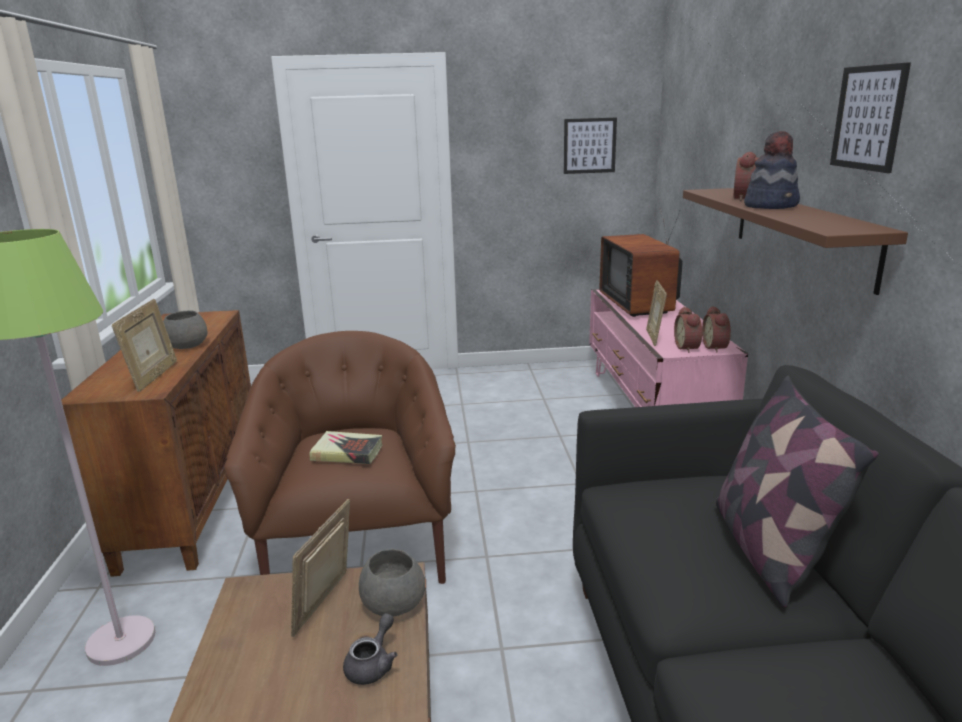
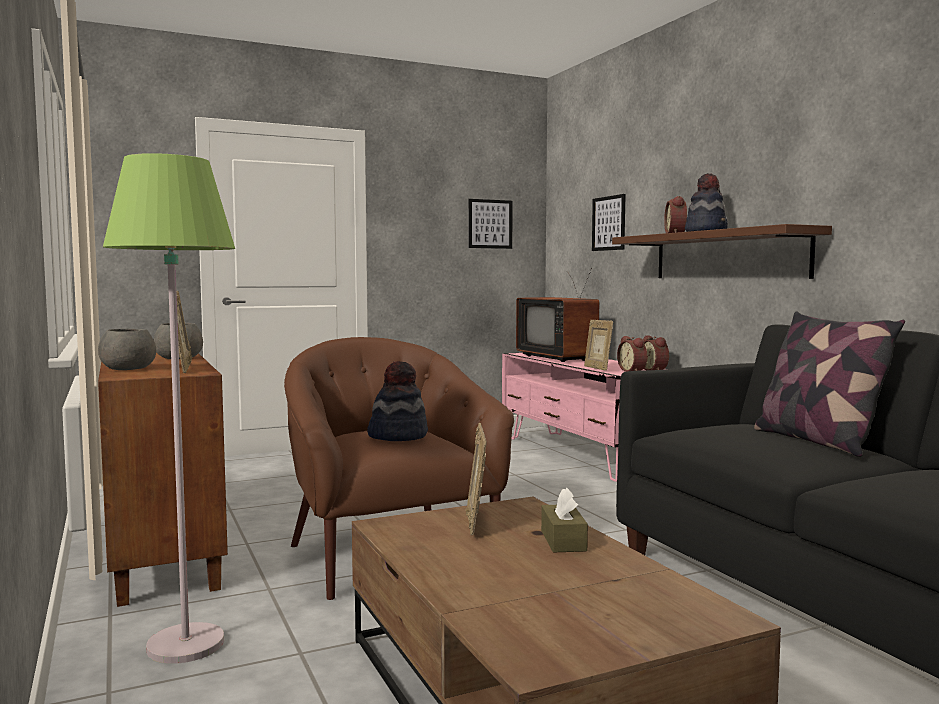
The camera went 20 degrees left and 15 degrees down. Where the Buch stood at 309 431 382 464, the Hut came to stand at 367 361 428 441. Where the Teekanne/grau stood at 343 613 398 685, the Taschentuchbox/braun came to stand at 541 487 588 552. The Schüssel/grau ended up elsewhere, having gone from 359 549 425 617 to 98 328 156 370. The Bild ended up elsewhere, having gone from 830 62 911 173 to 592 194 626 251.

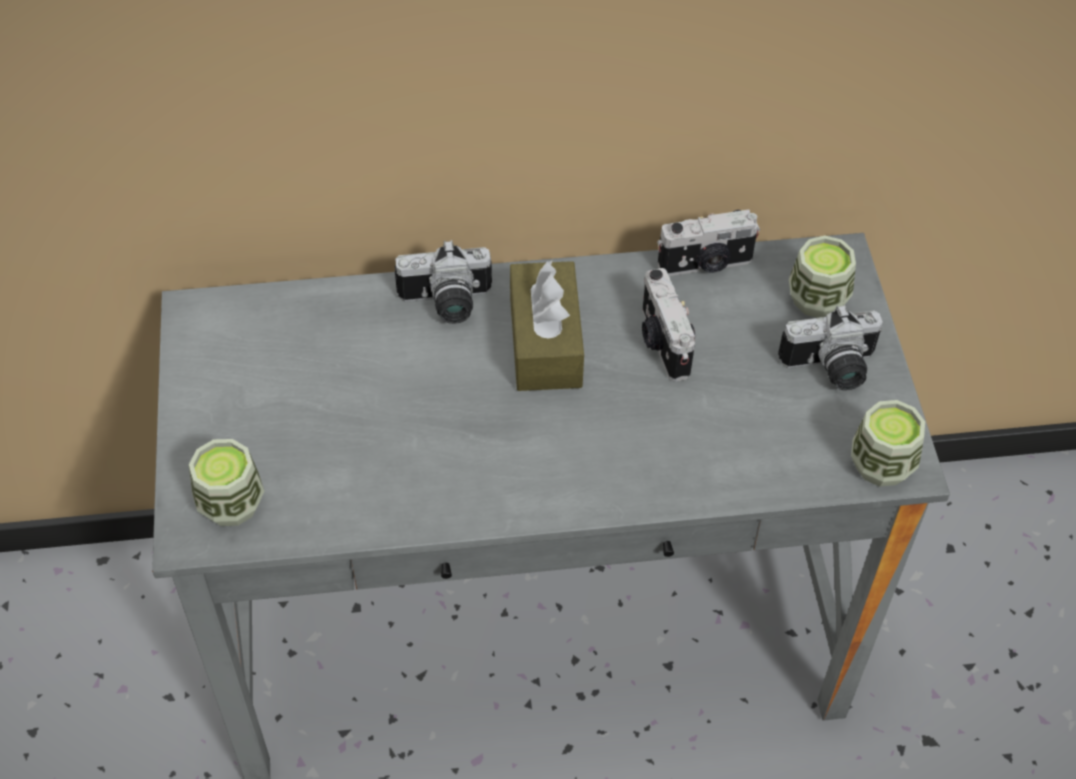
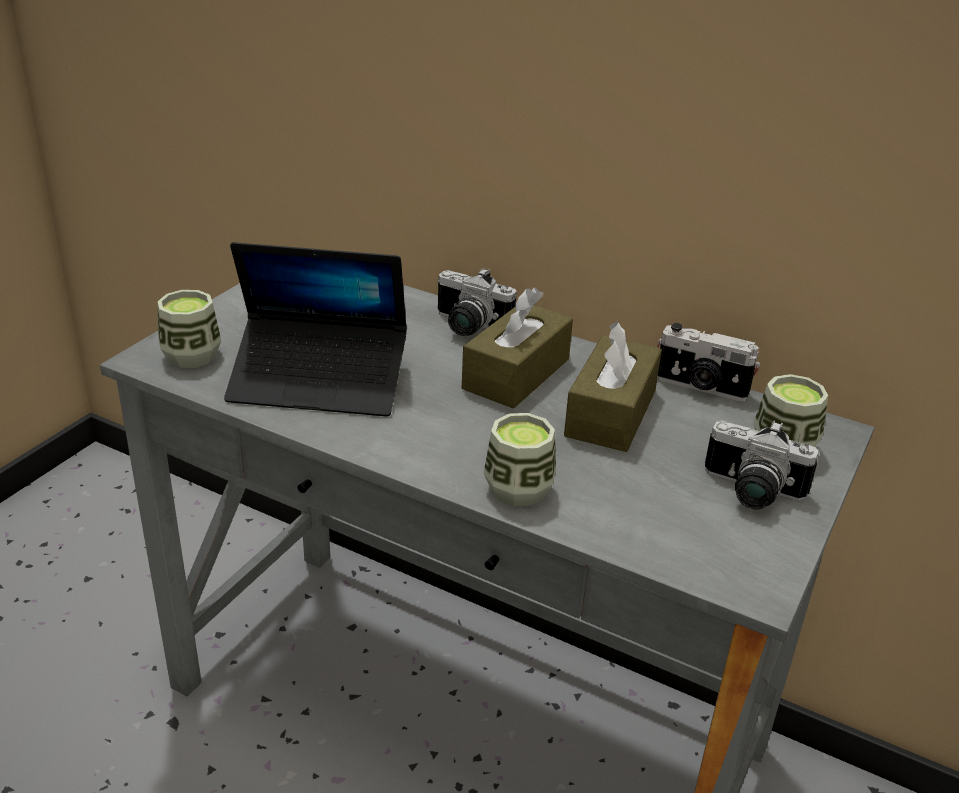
The camera went 35 degrees right and 20 degrees down. Where the Kamera stood at 642 268 695 382, the Taschentuchbox/braun came to stand at 564 321 662 452. The Tasse ended up elsewhere, having gone from 851 400 925 487 to 484 413 556 506. The second view gained the Laptop at 224 242 407 417.

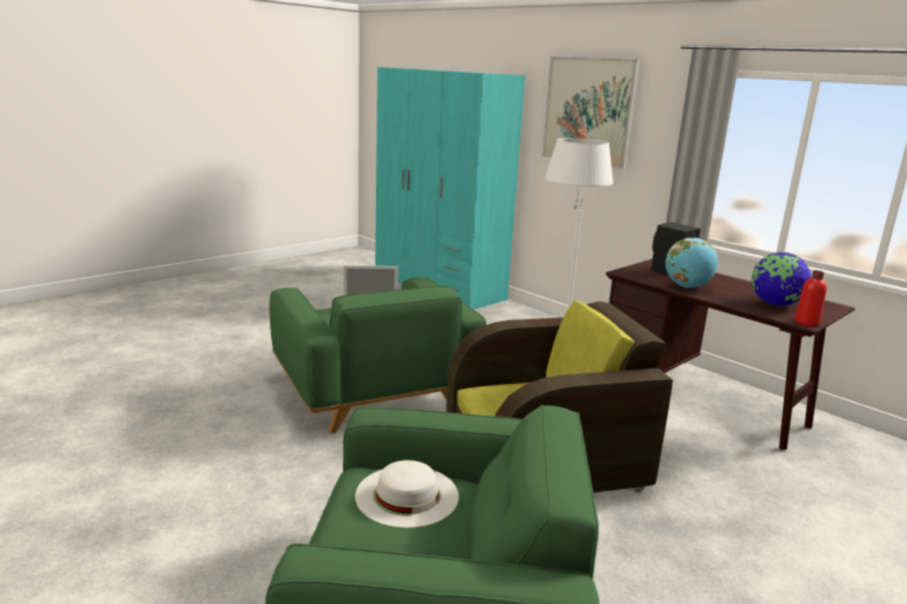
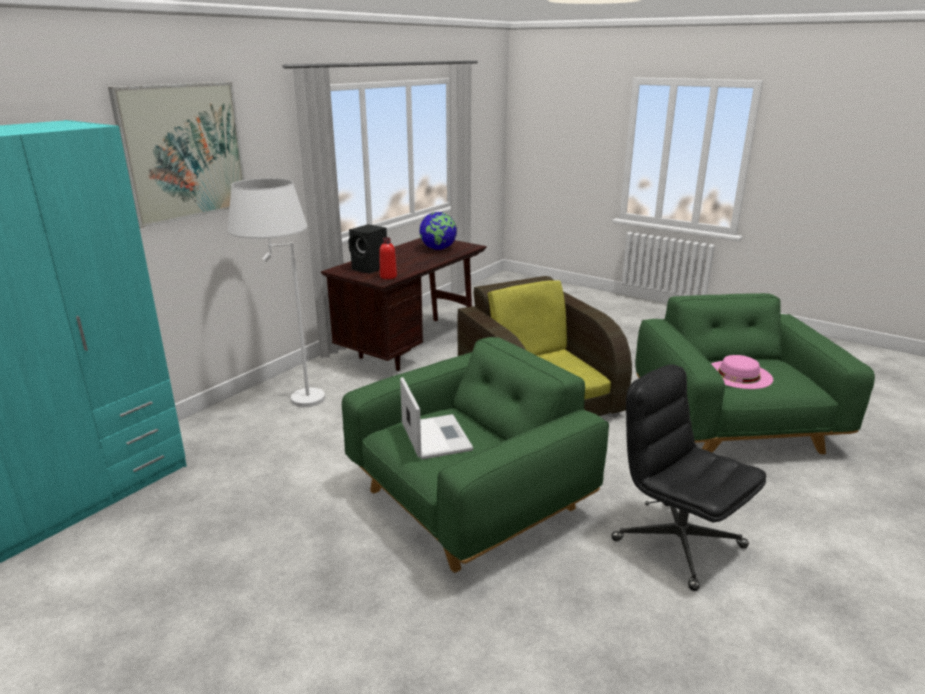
The camera went 100 degrees left and 5 degrees up. What was the Hut/weiß at 355 460 459 528 turned into the Hut/rosa at 711 355 773 389. The second view lost the Globus at 665 238 718 288. The Flasche/rot ended up elsewhere, having gone from 795 270 827 327 to 379 237 397 279. The second view gained the Bürostuhl/schwarz at 611 364 766 591.

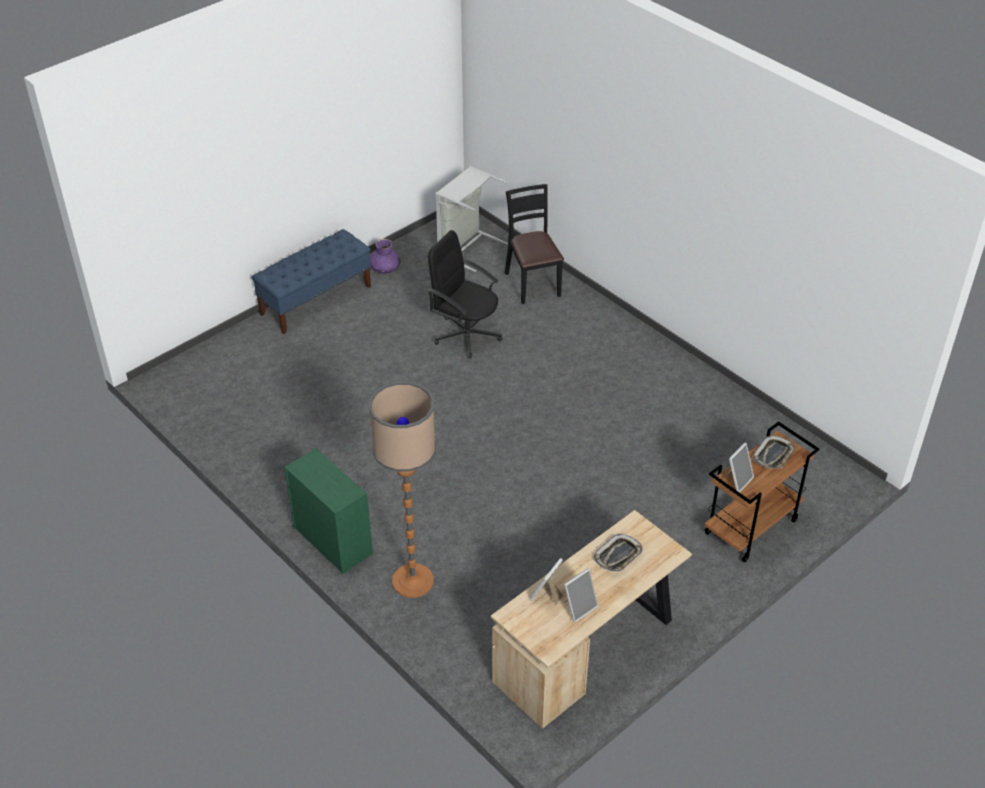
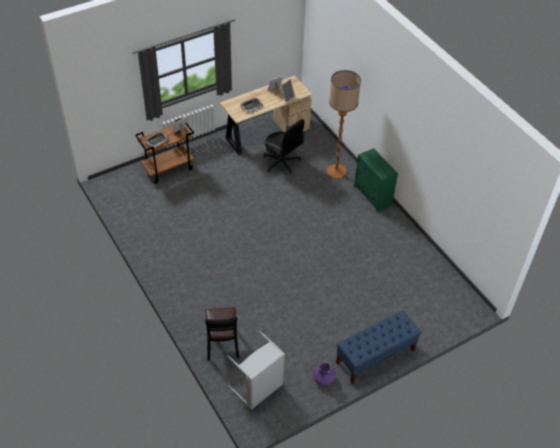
The camera went 170 degrees left and 5 degrees up. The Bürostuhl/schwarz ended up elsewhere, having gone from 427 230 502 359 to 263 119 305 175.

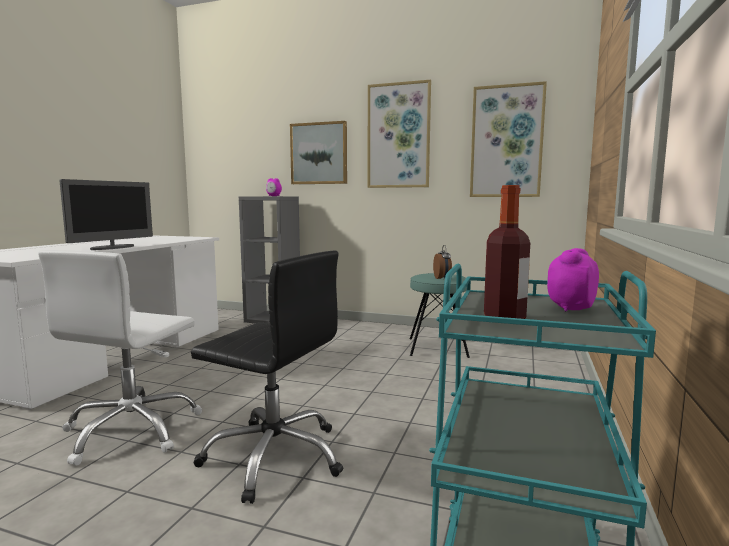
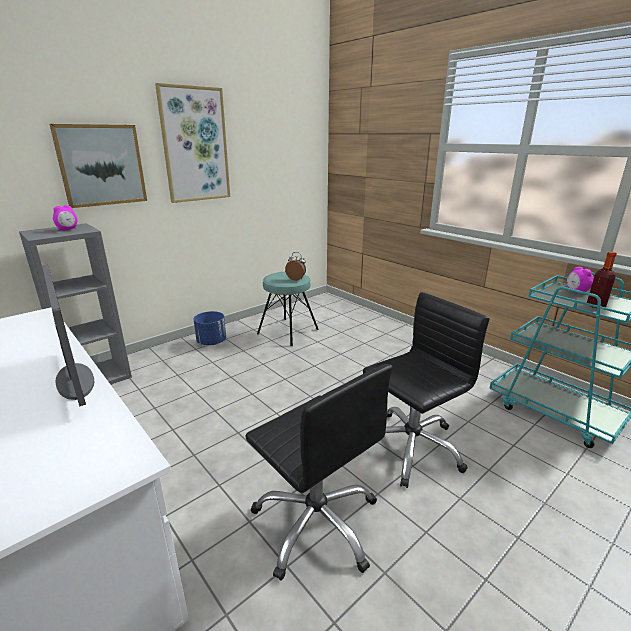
The camera went 60 degrees left and 15 degrees up. What was the Bürostuhl/weiß at 38 250 202 466 turned into the Bürostuhl/schwarz at 245 364 393 581. The second view lost the Bild at 470 81 547 197. The second view gained the Pflanzkübel/blau at 194 311 226 345.

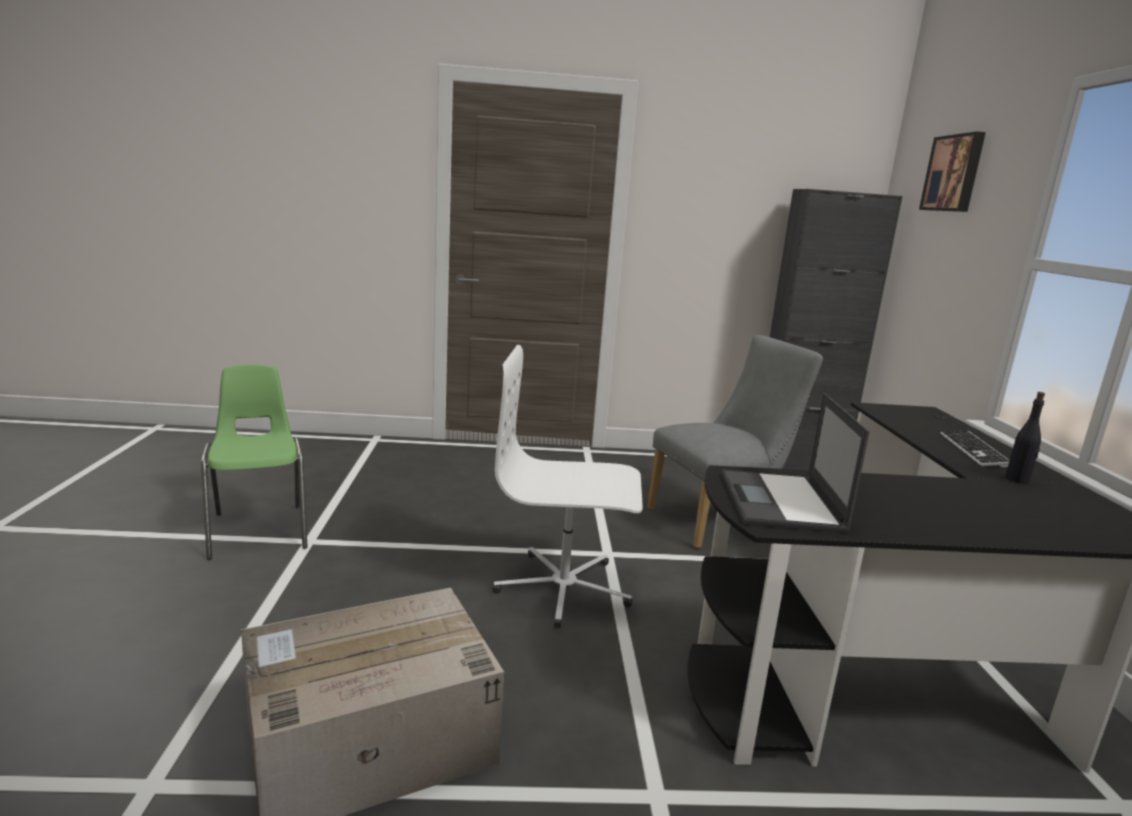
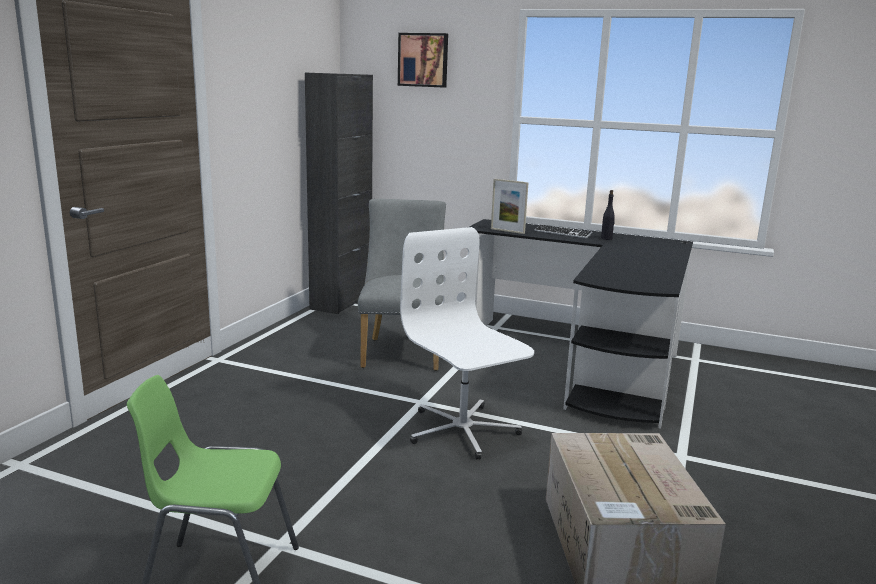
The camera went 65 degrees left and 0 degrees up. The Bürostuhl/weiß at 493 345 643 628 ended up facing another way, 120 degrees clockwise from before. The second view lost the Laptop at 722 393 870 533. The second view gained the Bilderrahmen at 491 179 529 234.

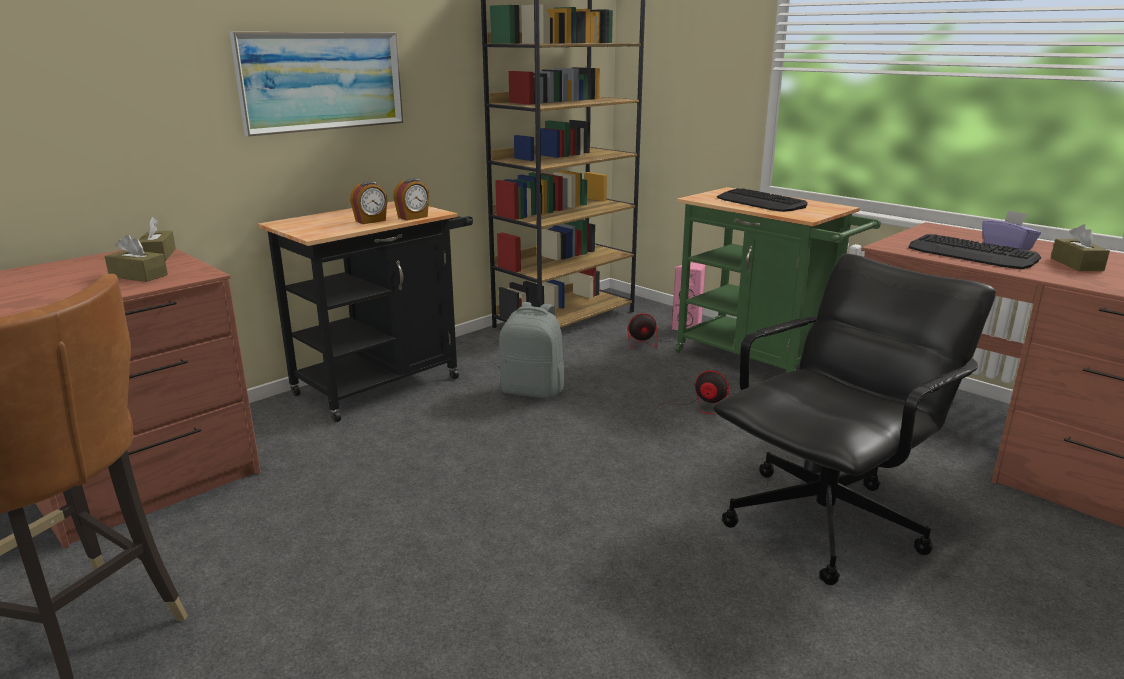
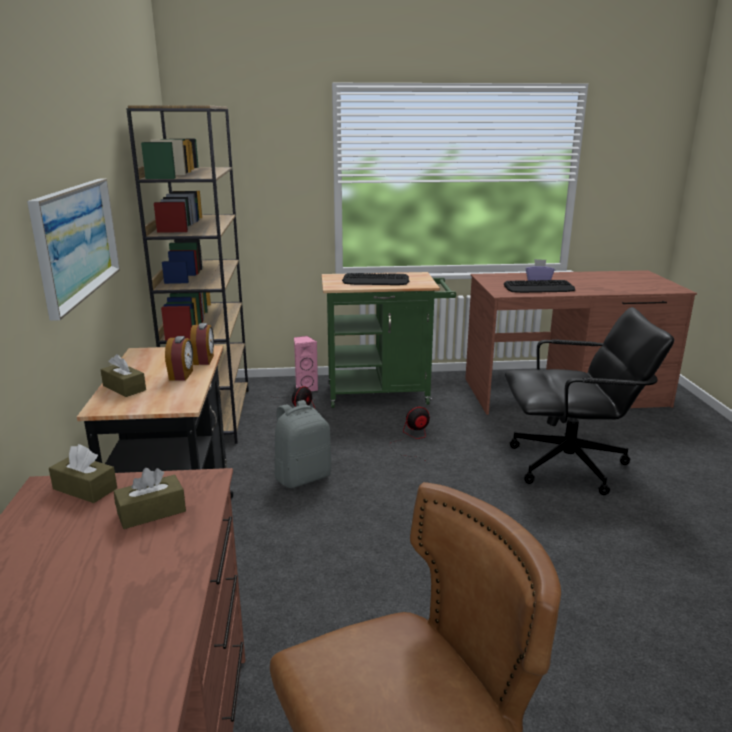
The camera went 50 degrees left and 0 degrees up. The Bürostuhl/schwarz at 713 253 996 585 ended up facing another way, 90 degrees clockwise from before. The Taschentuchbox/braun ended up elsewhere, having gone from 1051 224 1110 271 to 100 354 146 397.

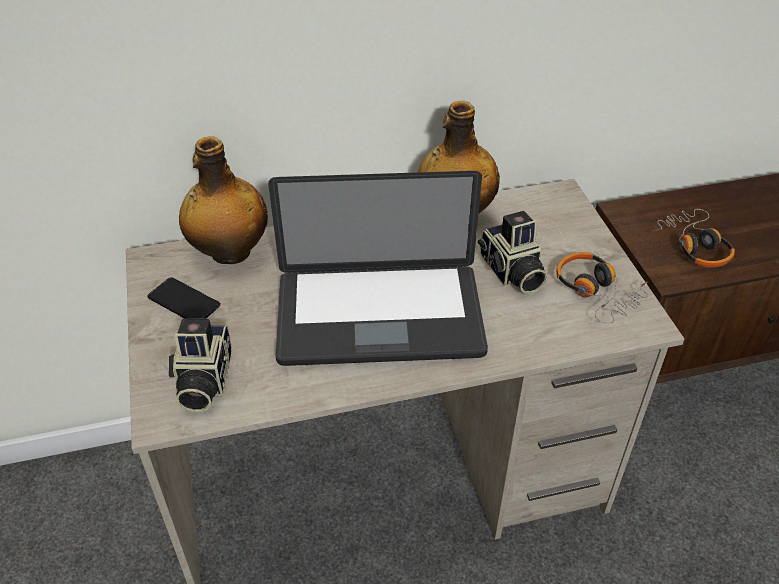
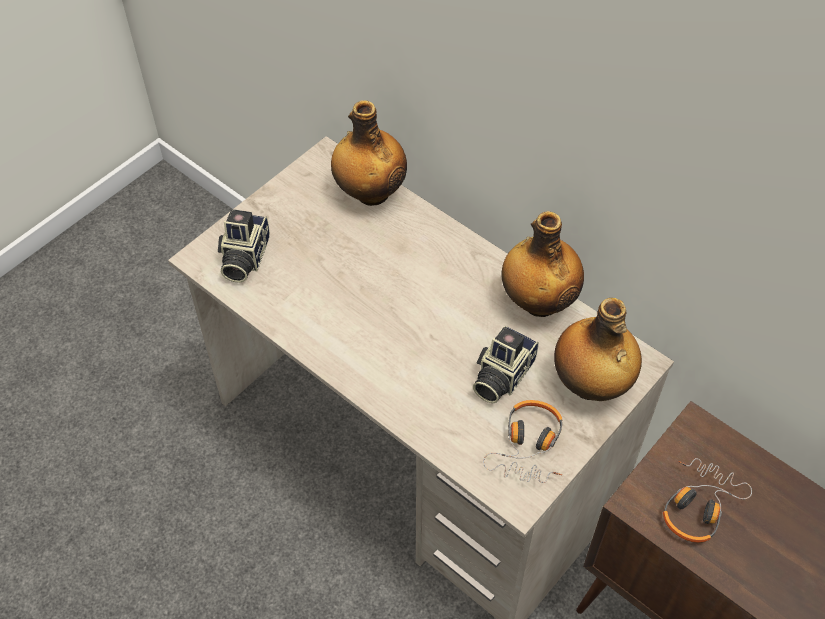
The camera went 55 degrees right and 10 degrees up. The second view lost the Handy at 147 278 220 319. The Kamera at 169 318 232 412 ended up facing another way, 45 degrees counterclockwise from before. The second view lost the Laptop at 268 171 488 366. The second view gained the Flasche at 554 298 642 401.

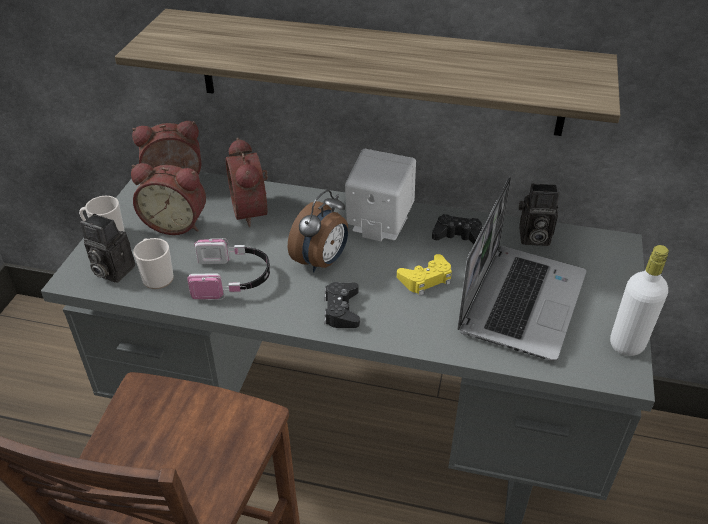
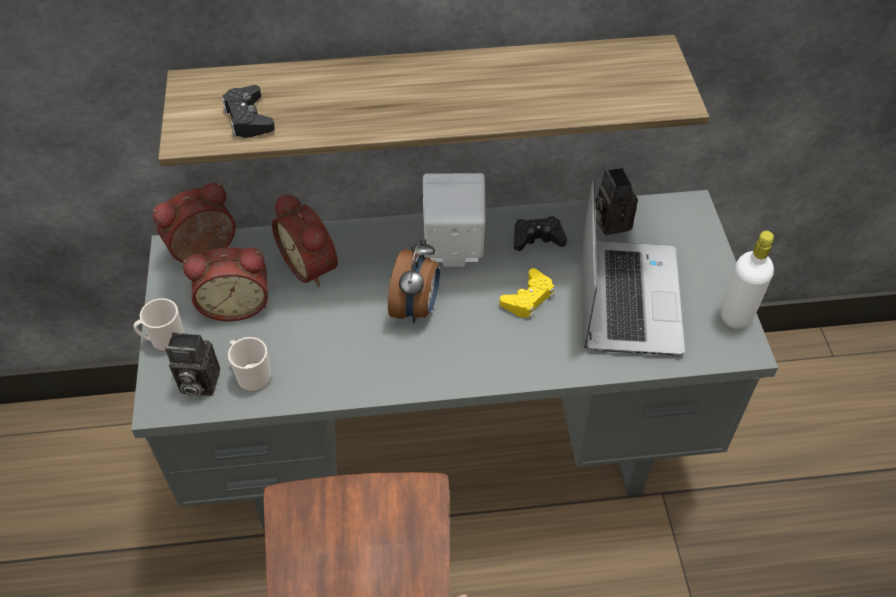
The camera went 20 degrees left and 10 degrees up. The second view lost the Kopfhörer at 187 238 270 300. The Gamepad/schwarz ended up elsewhere, having gone from 324 282 360 328 to 222 85 275 138. The Kamera at 519 183 559 246 ended up facing another way, 90 degrees clockwise from before.

